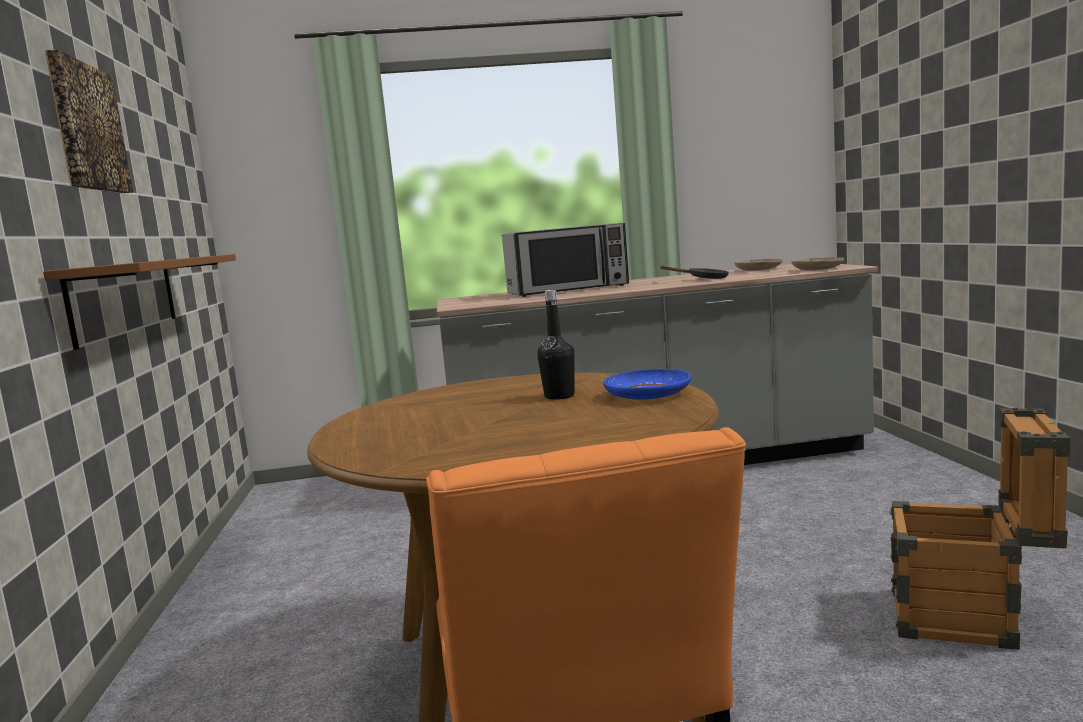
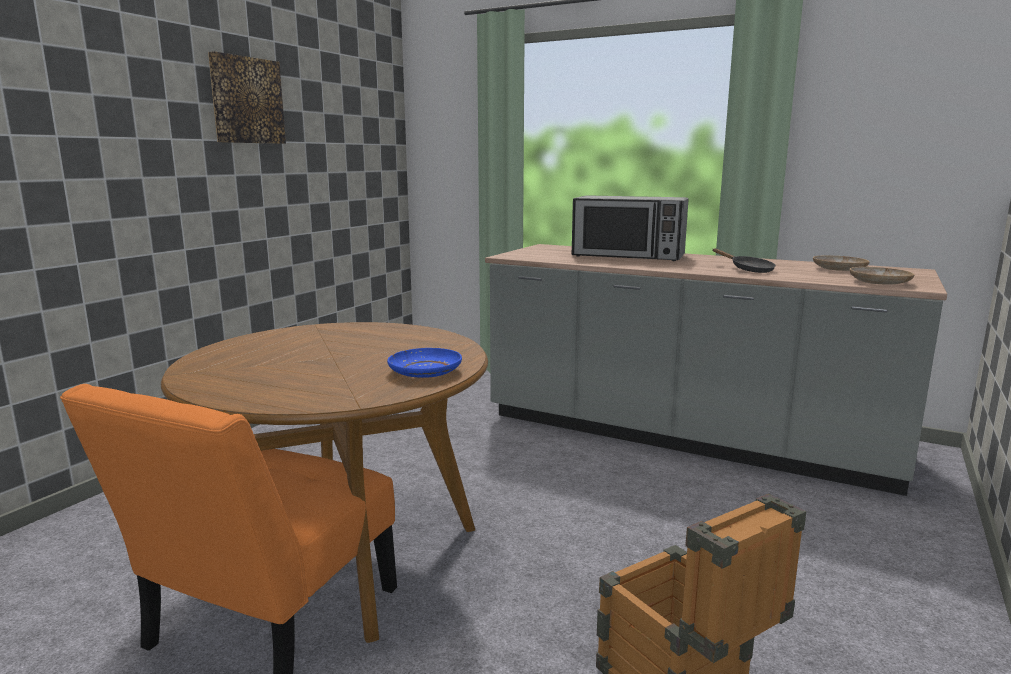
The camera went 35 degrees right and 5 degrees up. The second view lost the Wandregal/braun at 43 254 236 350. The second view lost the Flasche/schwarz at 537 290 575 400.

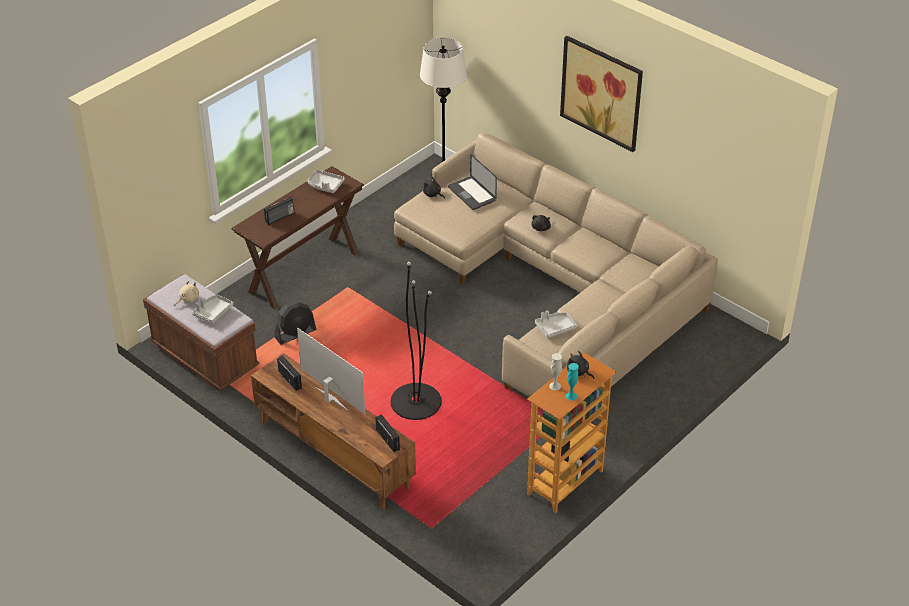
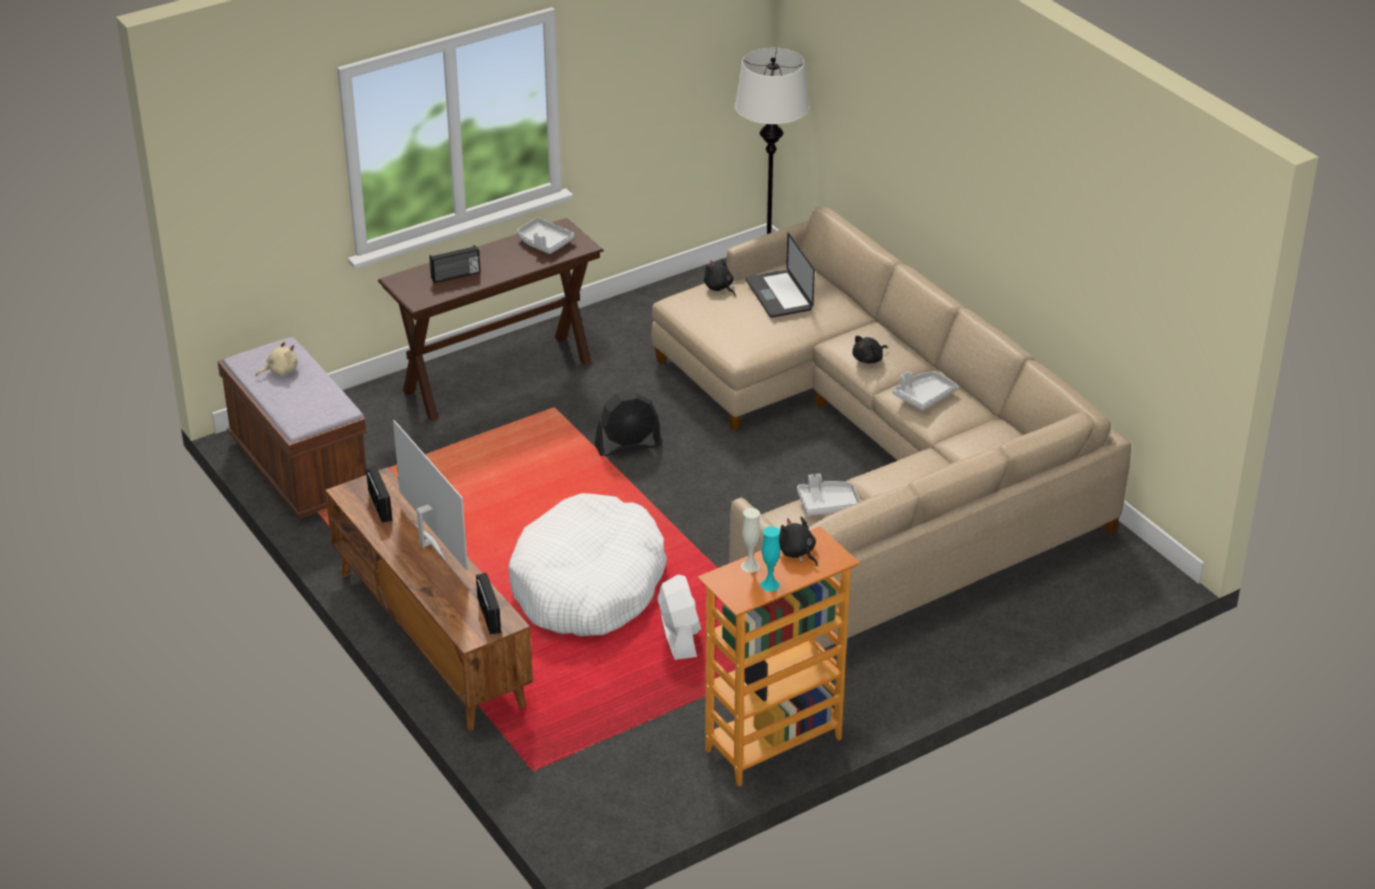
The camera went 15 degrees right and 5 degrees down. The Tablett/grau ended up elsewhere, having gone from 192 295 233 324 to 893 371 957 410. The Ventilator/schwarz ended up elsewhere, having gone from 274 301 317 345 to 595 391 662 456. Where the Stehlampe/schwarz stood at 390 262 442 420, the Hundebett/weiß came to stand at 508 493 667 636. The second view lost the Bild at 560 36 643 152. The second view gained the Ventilator/weiß at 657 574 701 660.

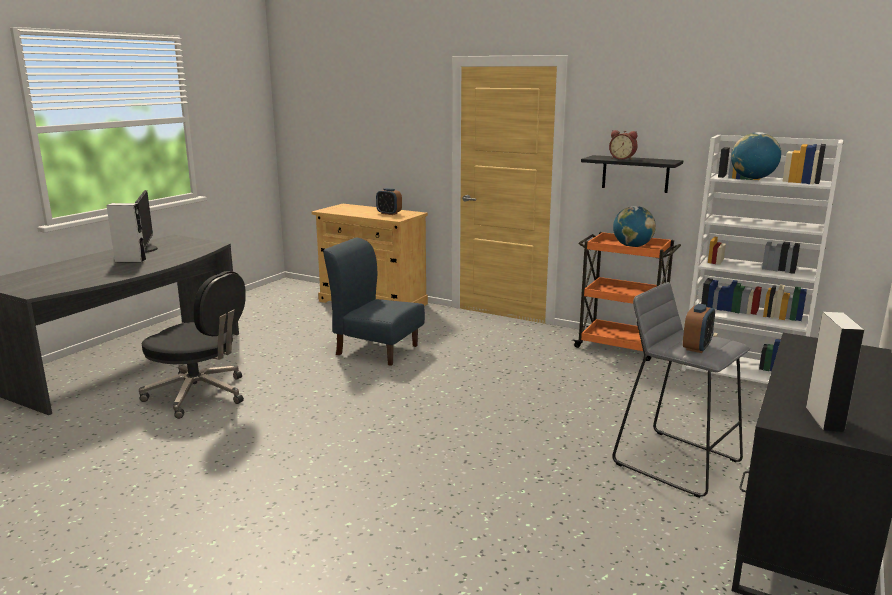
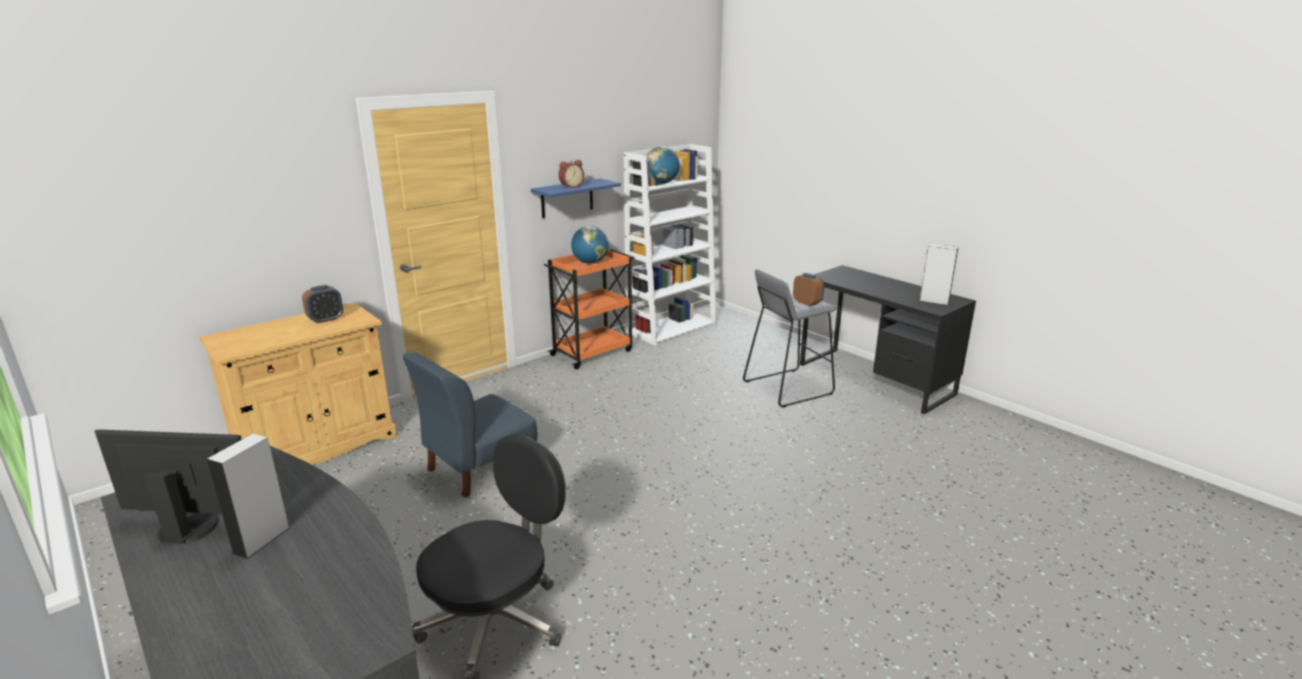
The camera went 70 degrees left and 5 degrees up. What was the Wandregal/schwarz at 581 155 683 193 turned into the Wandregal/blau at 531 178 621 218.

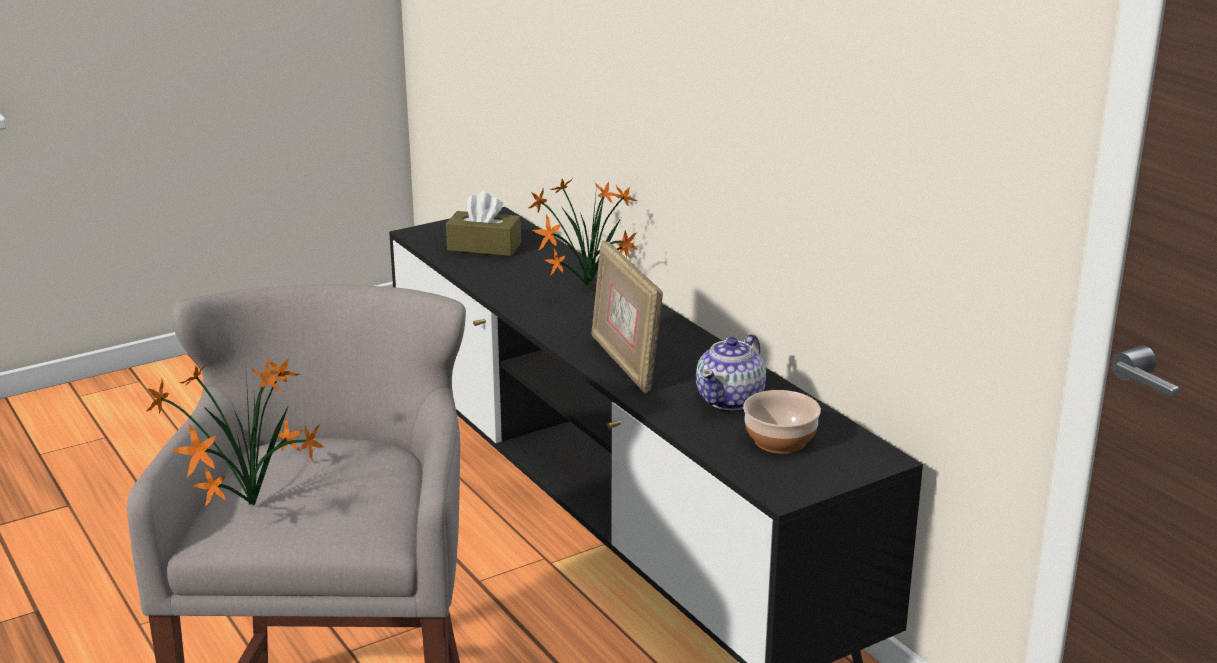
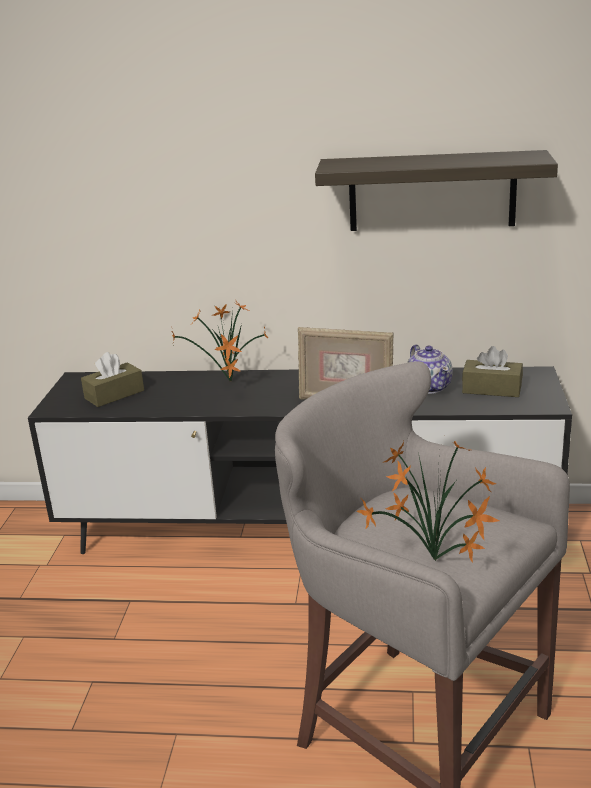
The camera went 50 degrees left and 0 degrees up. Where the Schüssel stood at 743 390 821 454, the Taschentuchbox/braun came to stand at 462 346 523 397. The second view gained the Wandregal at 315 150 558 231.

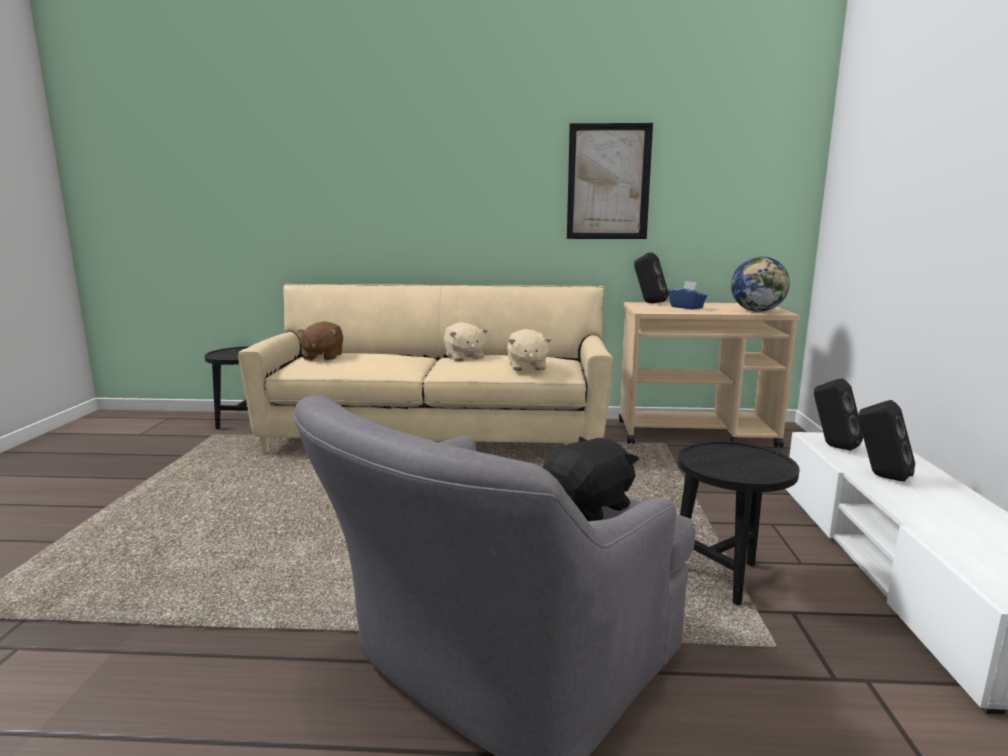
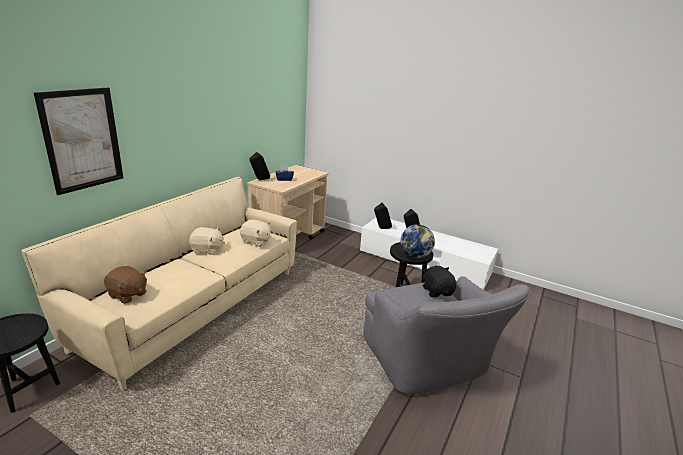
The camera went 65 degrees left and 10 degrees up. The Bild ended up elsewhere, having gone from 567 123 653 239 to 34 88 123 195. The Globus ended up elsewhere, having gone from 731 257 790 312 to 400 224 435 258.

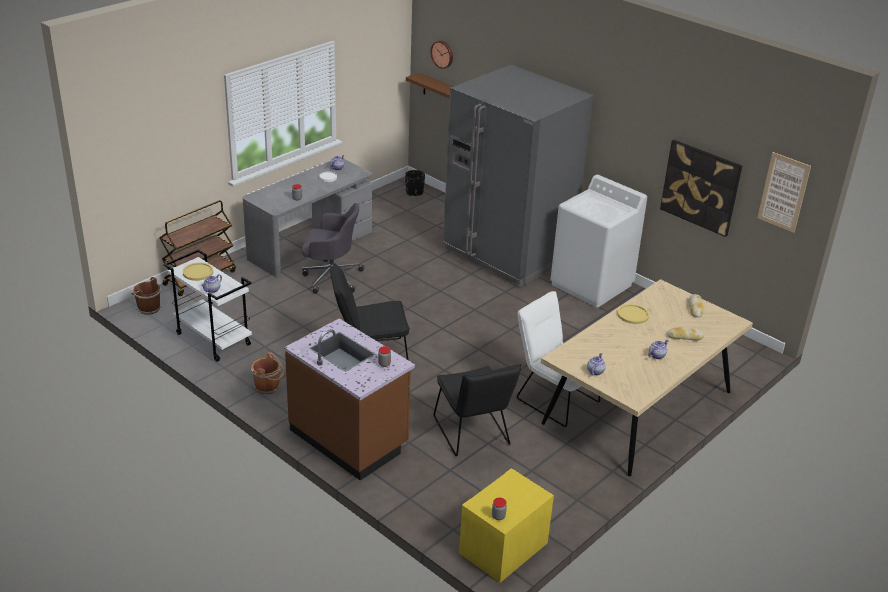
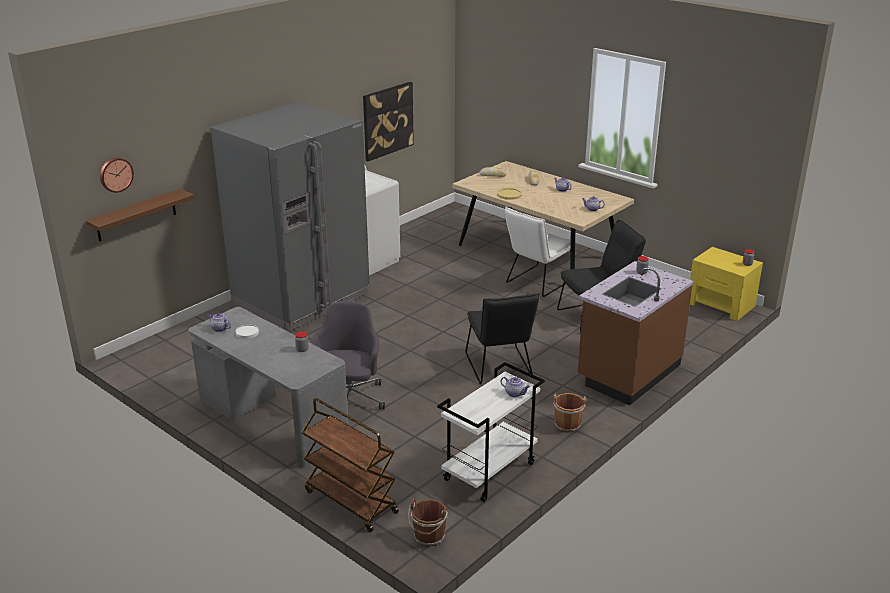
The camera went 90 degrees left and 5 degrees down. The second view lost the Teller/gelb at 183 263 213 281. The second view lost the Pflanzkübel/schwarz at 405 170 425 196. The second view lost the Bild at 758 152 811 233.

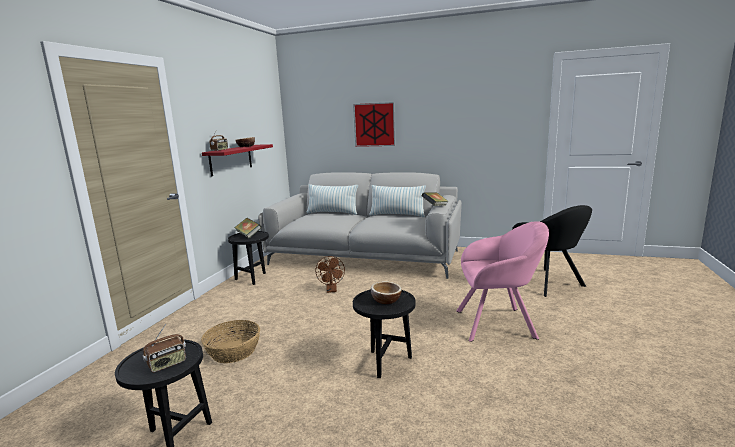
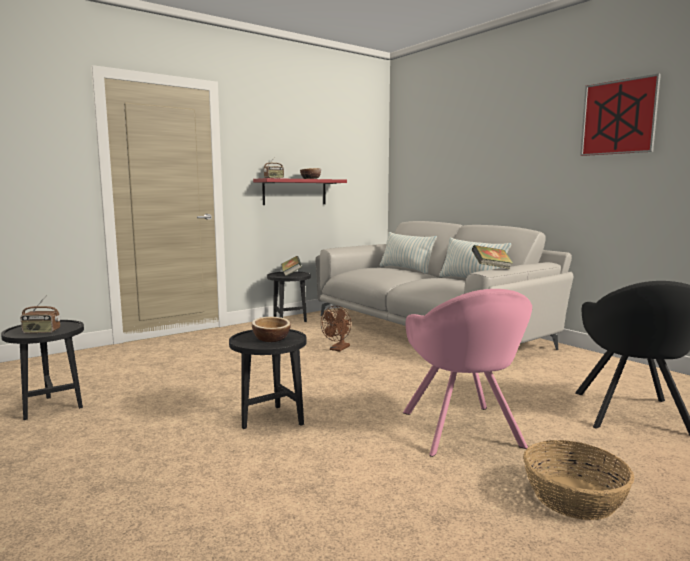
The camera went 35 degrees right and 5 degrees down. The Korb ended up elsewhere, having gone from 201 320 260 363 to 523 440 634 520. The Bild ended up elsewhere, having gone from 353 102 396 147 to 580 74 661 156. The Sessel/rosa at 456 221 549 342 ended up facing another way, 45 degrees clockwise from before.

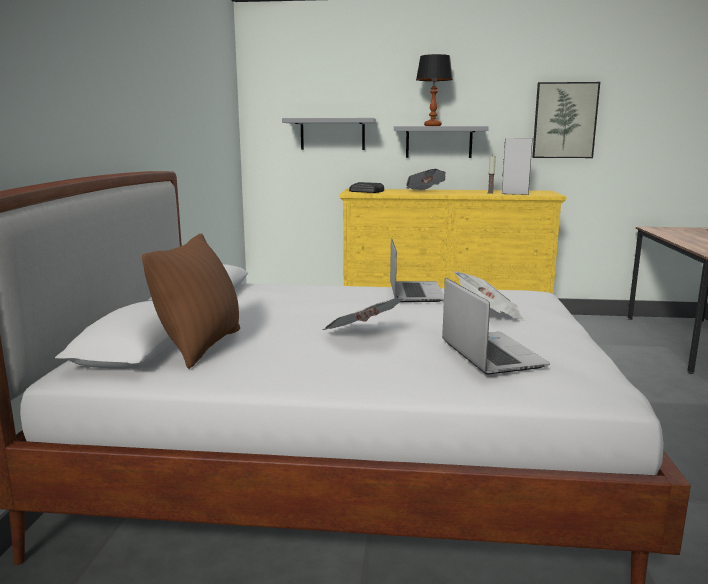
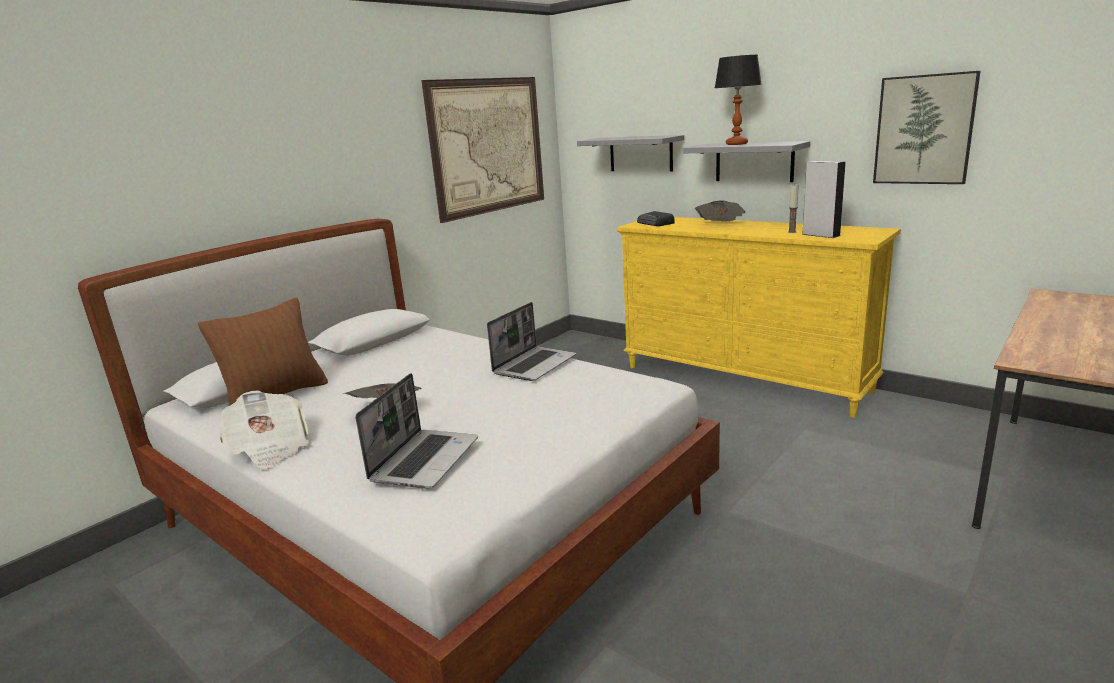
The camera went 35 degrees right and 5 degrees up. The Zeitung ended up elsewhere, having gone from 454 271 524 321 to 219 391 309 469. The second view gained the Bild at 421 77 544 223.

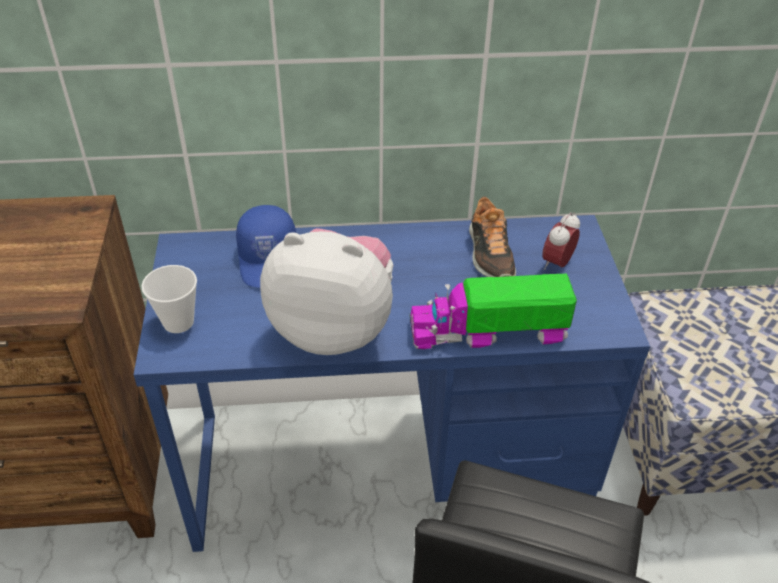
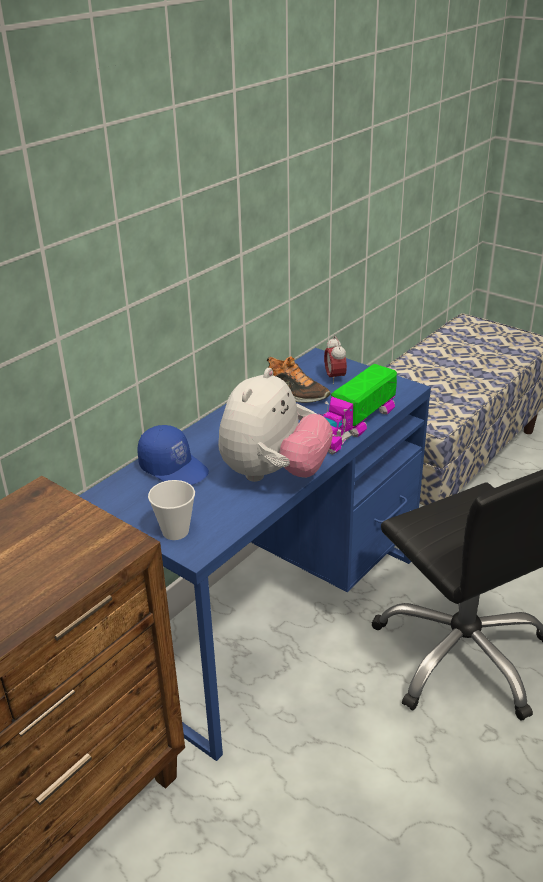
The camera went 45 degrees left and 10 degrees down. The Plüschtier at 260 228 393 355 ended up facing another way, 150 degrees clockwise from before.

